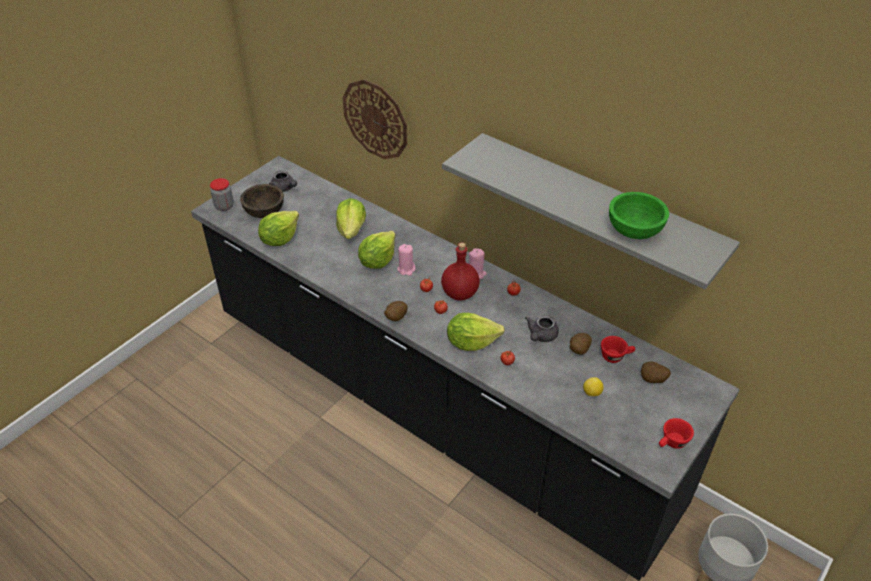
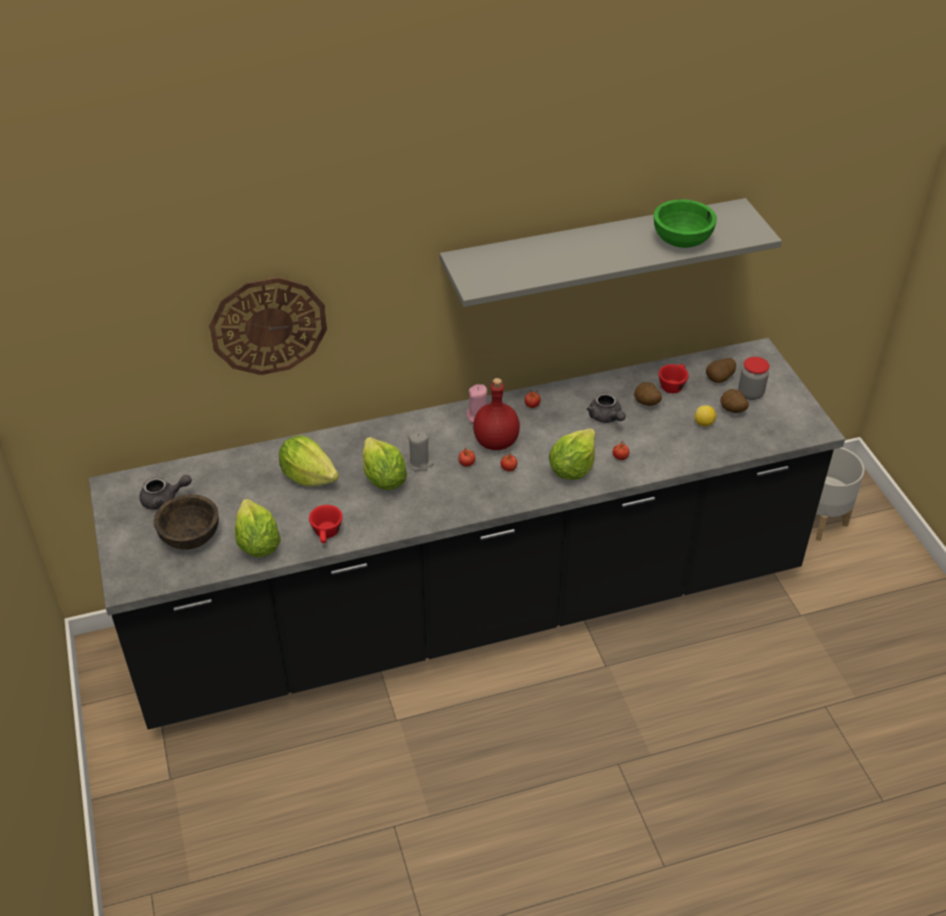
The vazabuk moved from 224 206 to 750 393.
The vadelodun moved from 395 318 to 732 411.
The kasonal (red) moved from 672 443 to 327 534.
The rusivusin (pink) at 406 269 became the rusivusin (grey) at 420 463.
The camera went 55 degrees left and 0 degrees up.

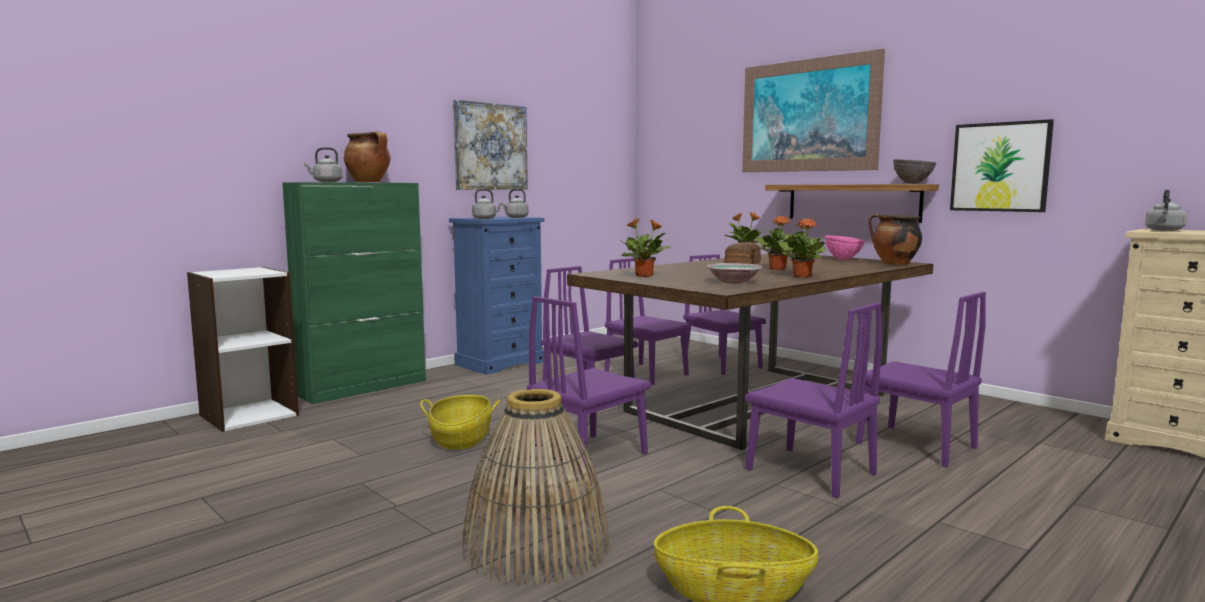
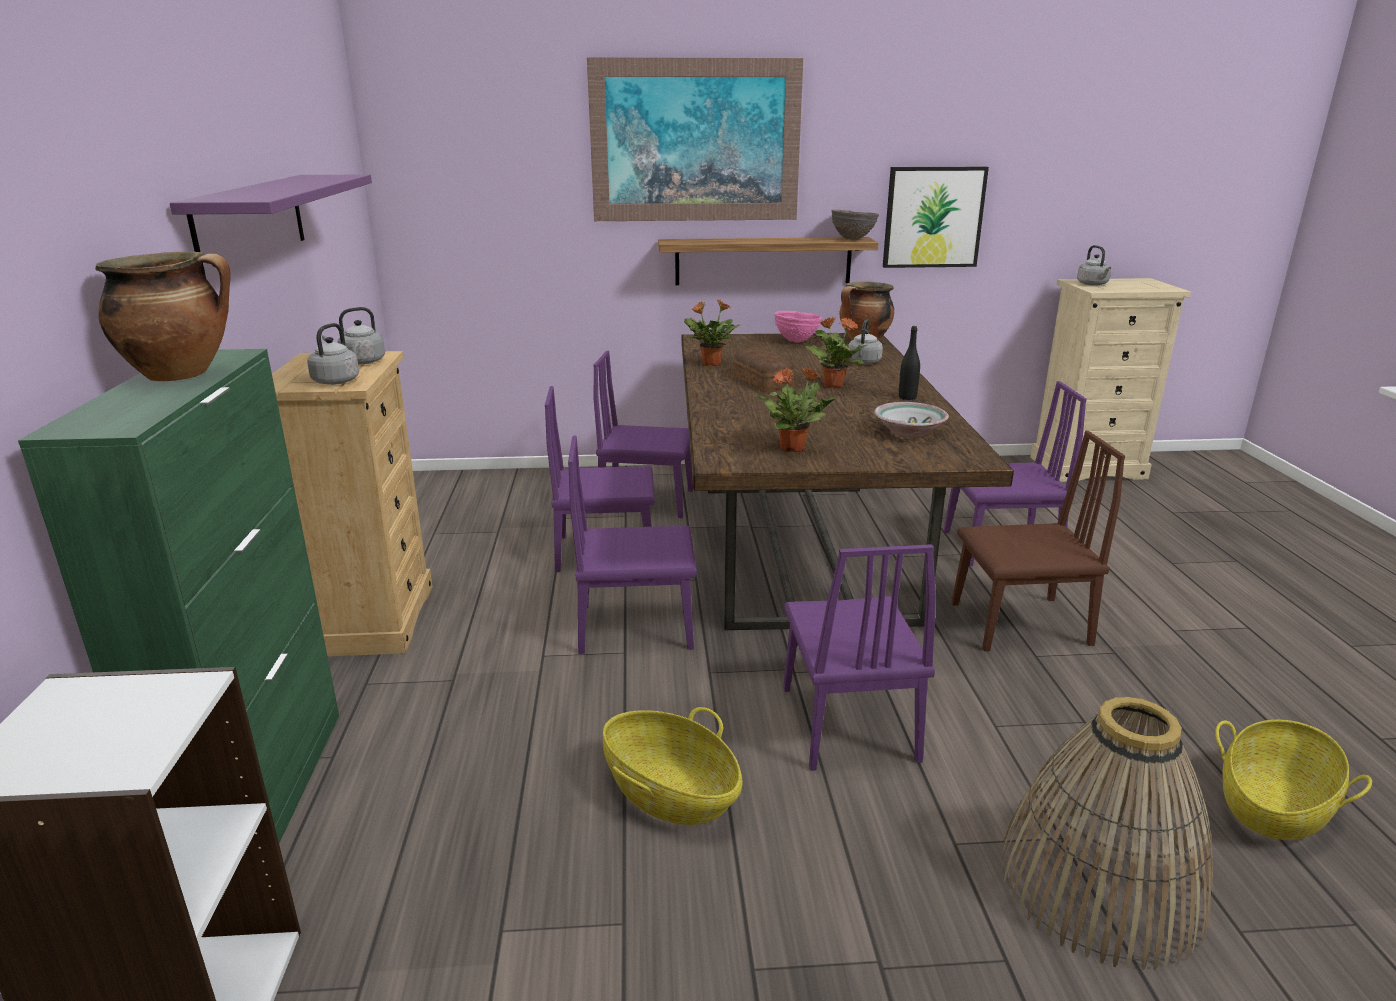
The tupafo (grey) moved from 326 182 to 863 362.
The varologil at 490 146 was replaced by the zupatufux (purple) at 251 222.
The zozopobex at 802 276 was replaced by the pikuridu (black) at 907 397.
The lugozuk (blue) at 500 363 became the lugozuk (beige) at 371 619.
The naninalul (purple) at 810 471 became the naninalul (brown) at 1019 623.
The camera went 50 degrees left and 15 degrees up.

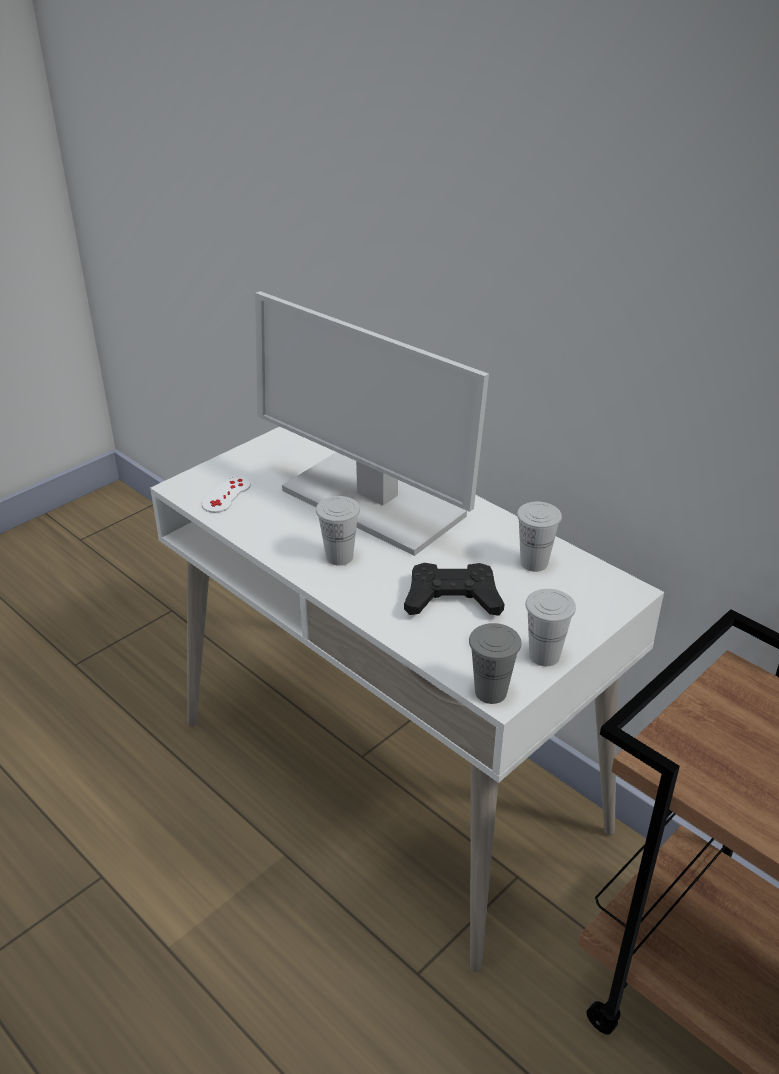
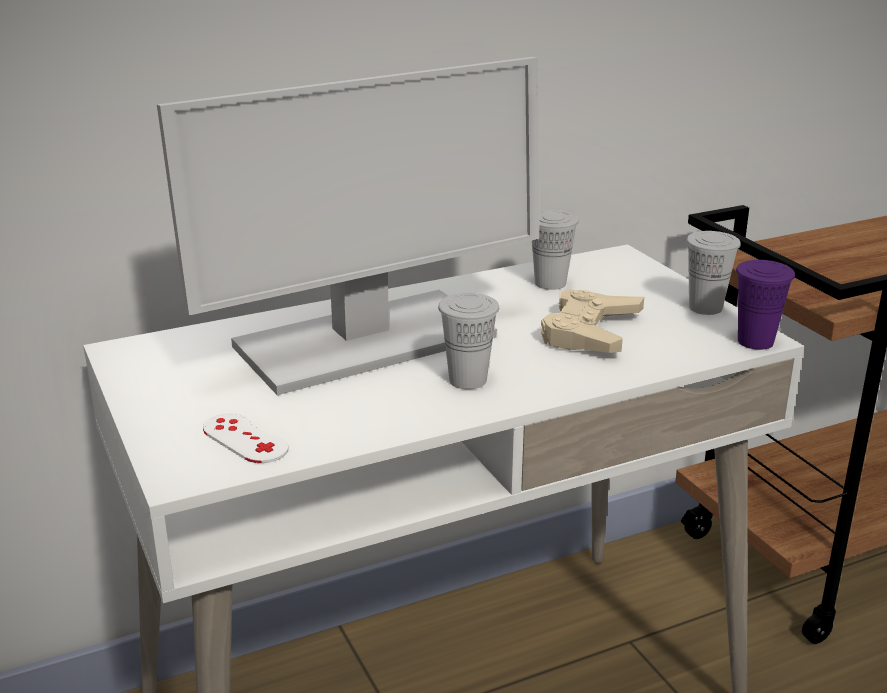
The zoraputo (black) at 452 598 became the zoraputo (beige) at 590 332.
The kasonal (grey) at 490 692 became the kasonal (purple) at 755 341.
The camera went 70 degrees left and 10 degrees down.

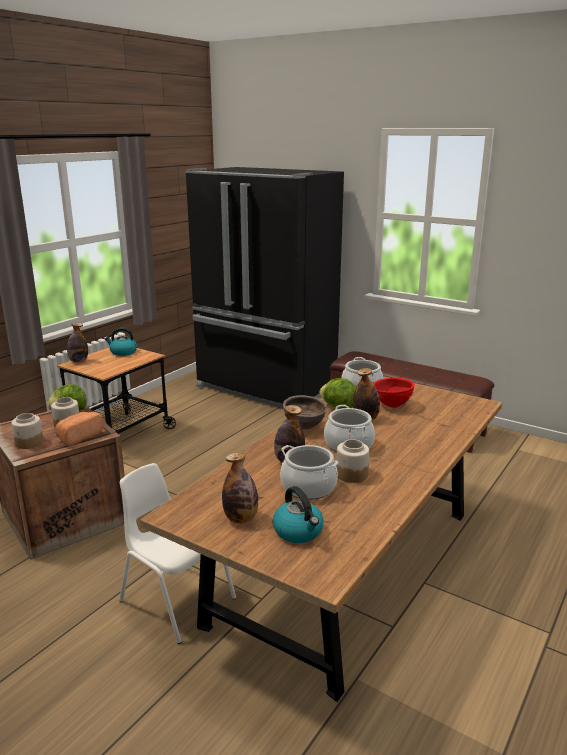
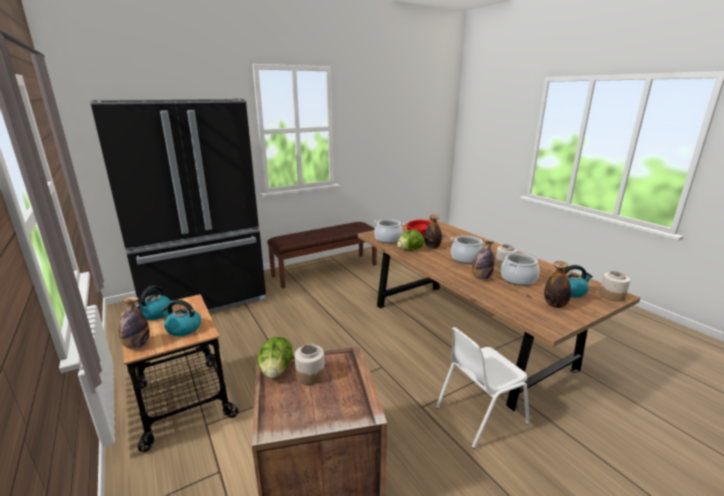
The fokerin at 78 437 disappeared.
The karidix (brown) at 304 428 disappeared.
The tupafo at 183 328 appeared.
The vazabuk moved from 29 443 to 612 296.
The camera went 65 degrees left and 0 degrees up.

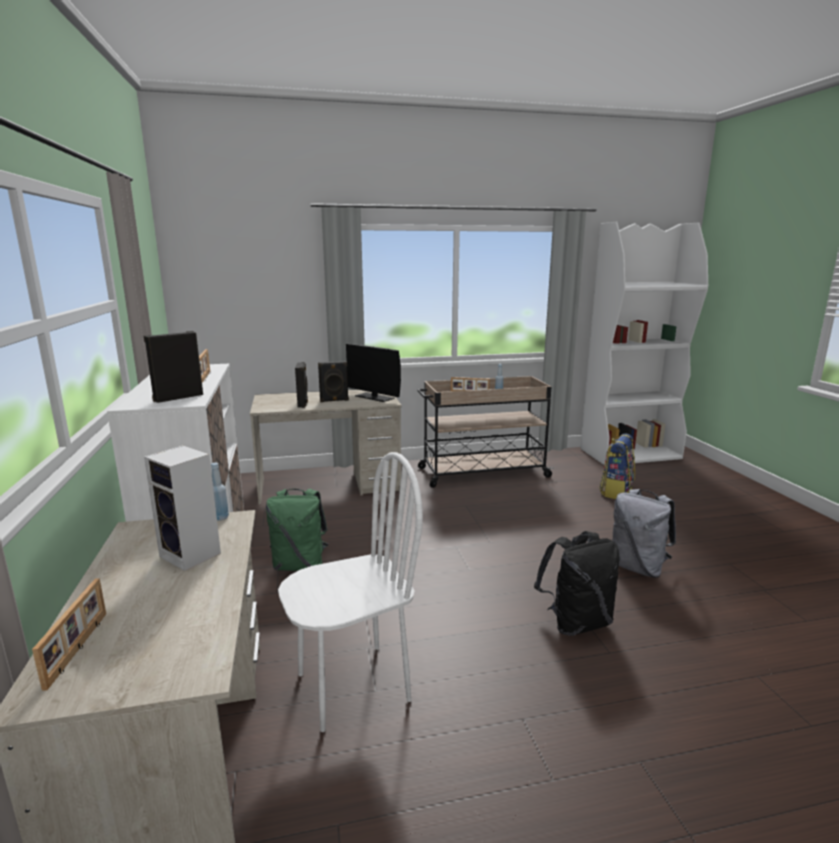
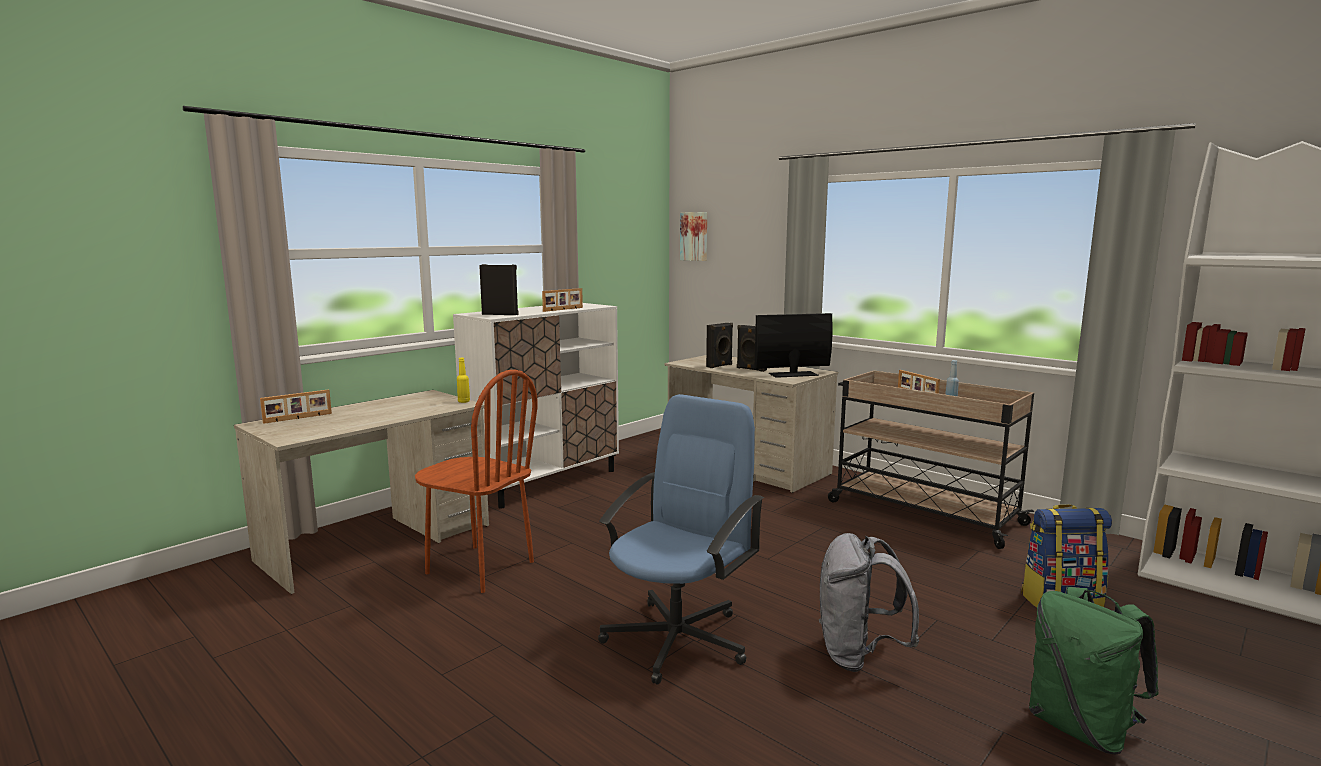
The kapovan at 192 555 disappeared.
The varologil at 694 236 appeared.
The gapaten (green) moved from 300 565 to 1082 728.
The gapaten (black) at 576 622 was replaced by the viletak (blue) at 678 639.
The pikuridu (blue) at 220 517 became the pikuridu (yellow) at 464 401.
The naninalul (white) at 353 686 became the naninalul (brown) at 479 568.
The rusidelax at 374 397 turned 75 degrees clockwise.
The camera went 55 degrees right and 5 degrees down.

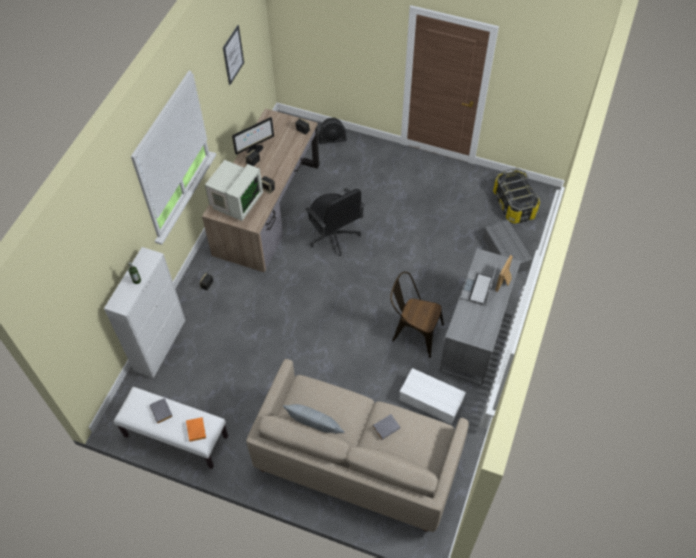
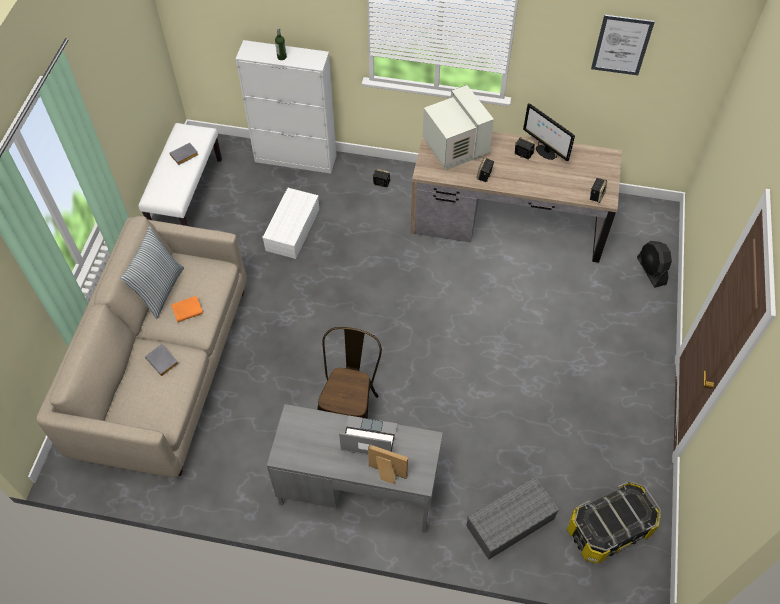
The viletak (black) at 334 235 disappeared.
The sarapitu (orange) moved from 195 430 to 188 309.
The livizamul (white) moved from 430 400 to 292 228.
The rusidelax at 235 202 turned 135 degrees counterclockwise.
The camera went 80 degrees right and 0 degrees up.

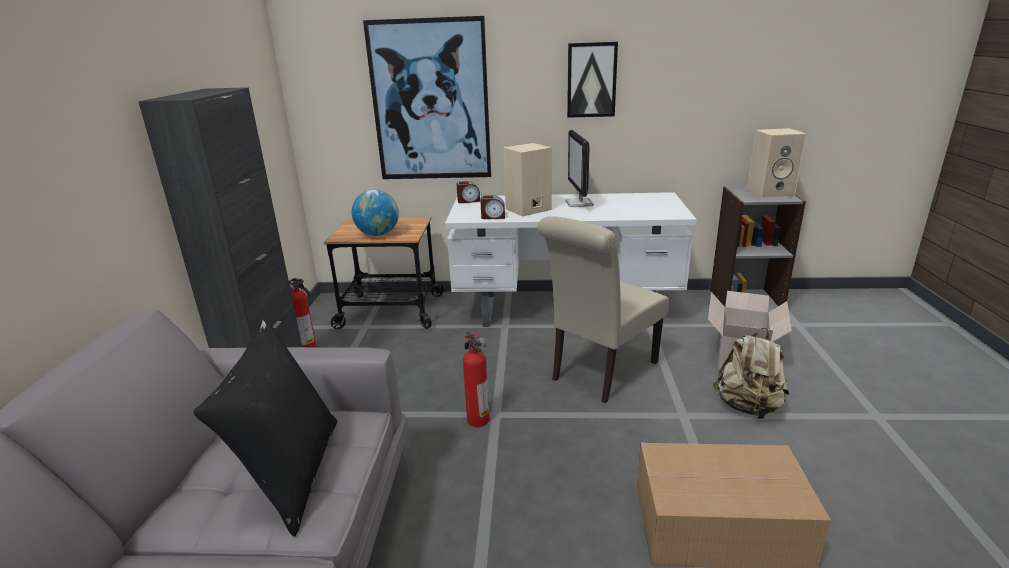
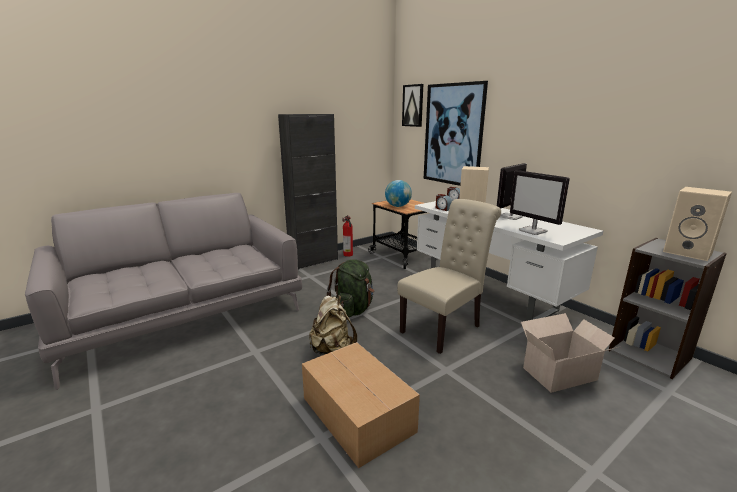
The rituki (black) at 292 473 disappeared.
The rusidelax at 533 231 appeared.
The varologil moved from 591 80 to 413 105.
The gapaten (beige) moved from 748 407 to 332 350.
The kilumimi at 477 418 was replaced by the gapaten (green) at 353 309.
The naninalul (beige) at 600 373 turned 135 degrees clockwise.
The camera went 50 degrees right and 5 degrees down.

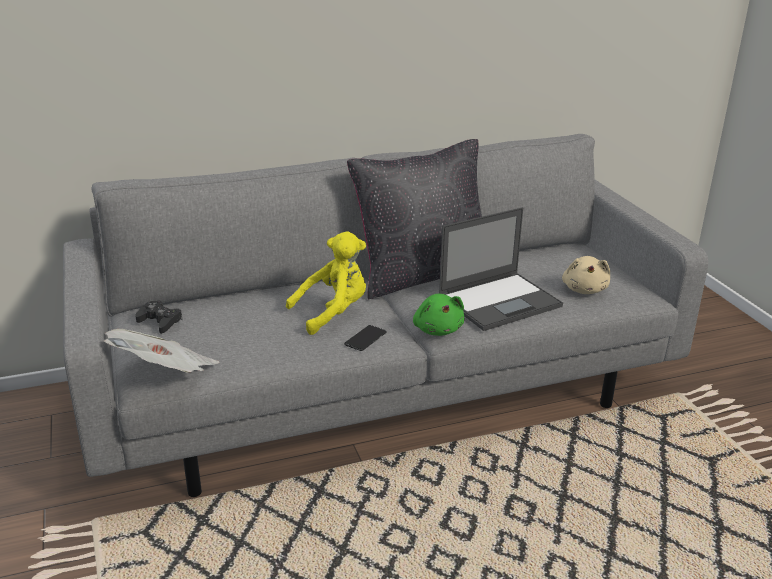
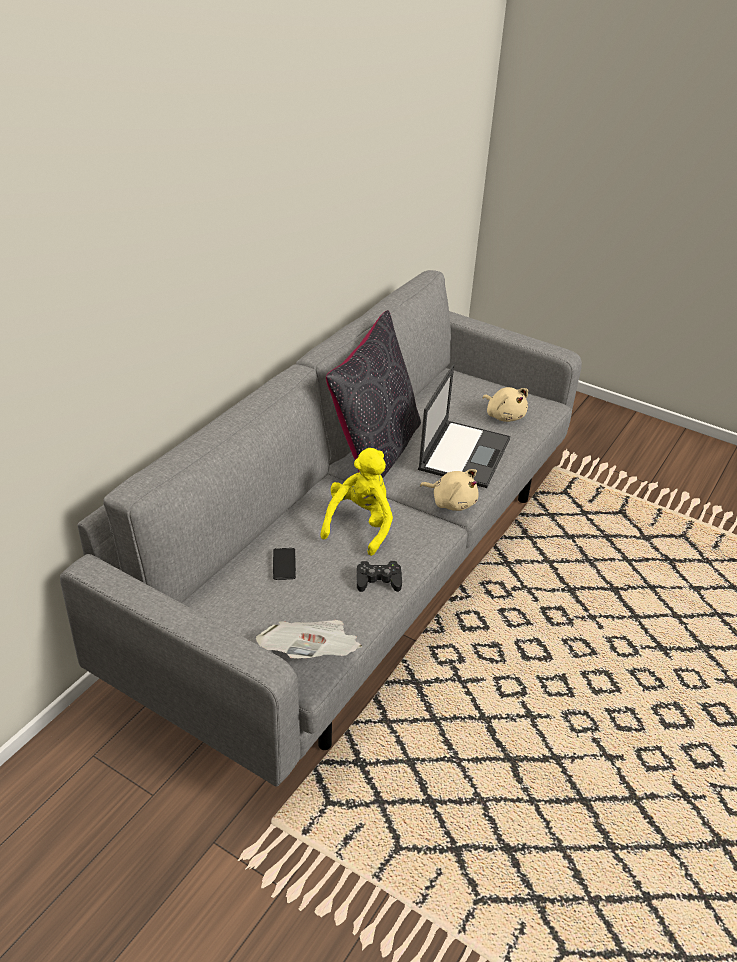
The zoraputo (black) moved from 160 321 to 378 580.
The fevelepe moved from 365 338 to 284 564.
The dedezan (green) at 437 329 became the dedezan (beige) at 451 502.
The camera went 40 degrees left and 10 degrees up.

